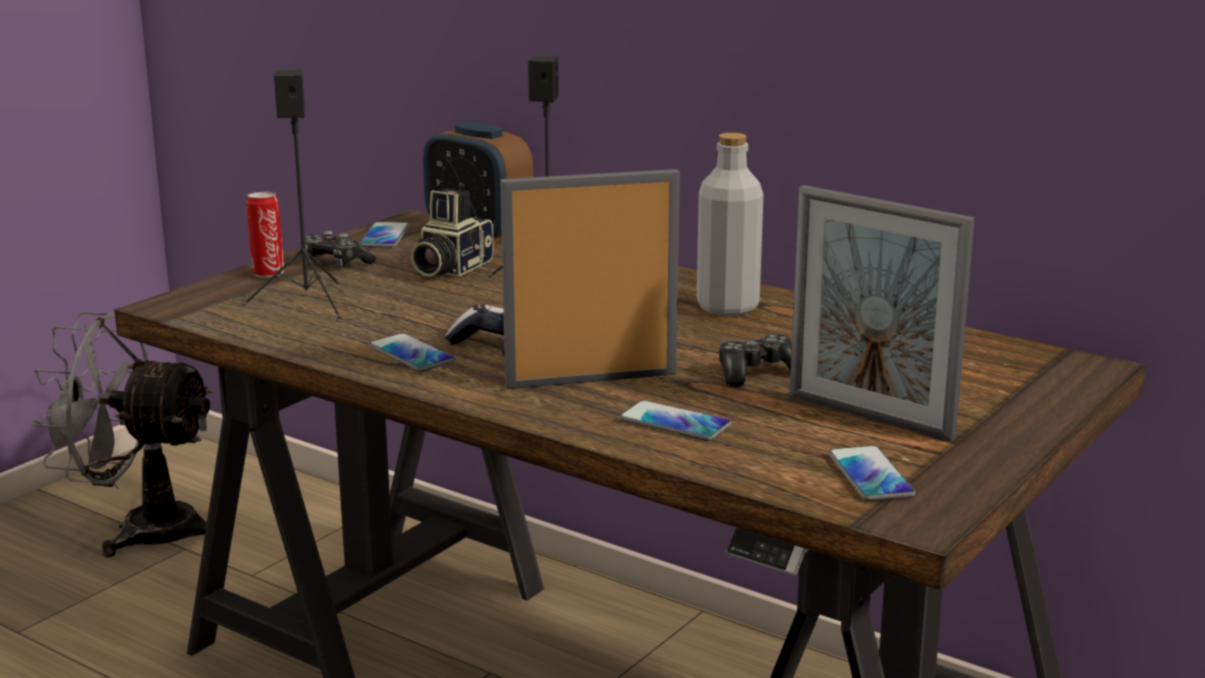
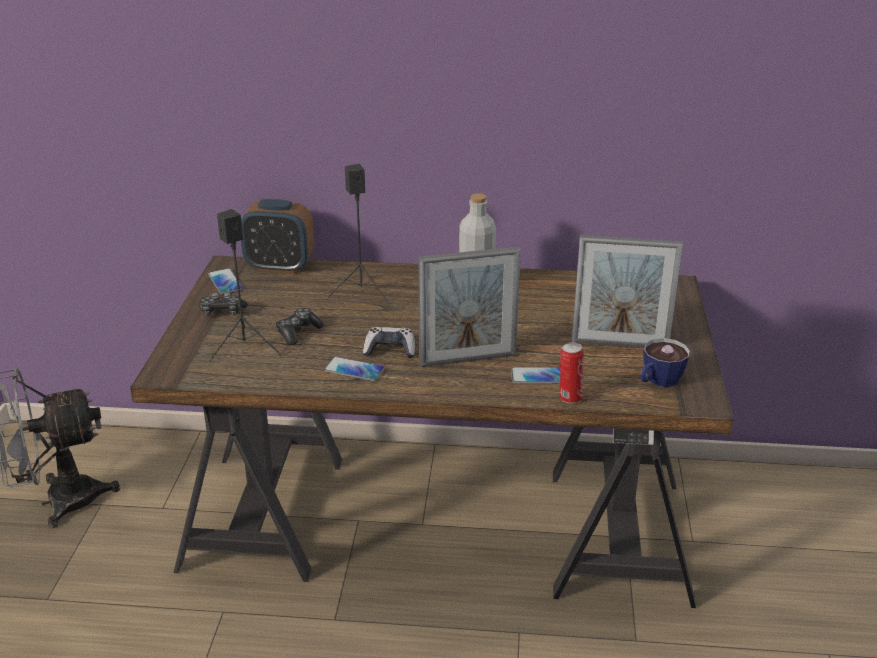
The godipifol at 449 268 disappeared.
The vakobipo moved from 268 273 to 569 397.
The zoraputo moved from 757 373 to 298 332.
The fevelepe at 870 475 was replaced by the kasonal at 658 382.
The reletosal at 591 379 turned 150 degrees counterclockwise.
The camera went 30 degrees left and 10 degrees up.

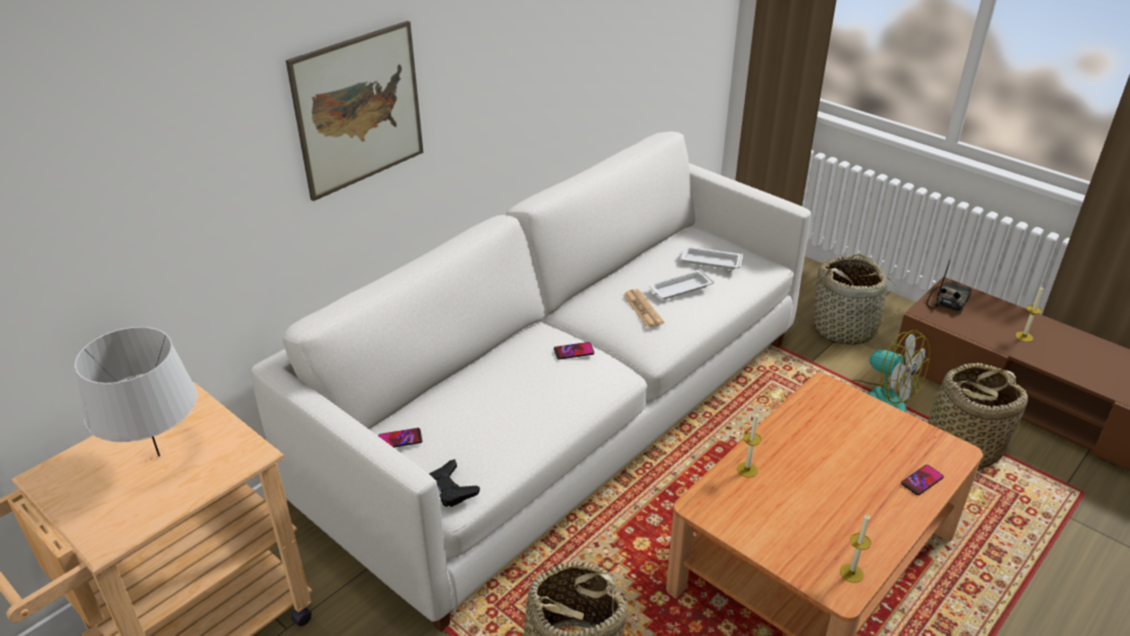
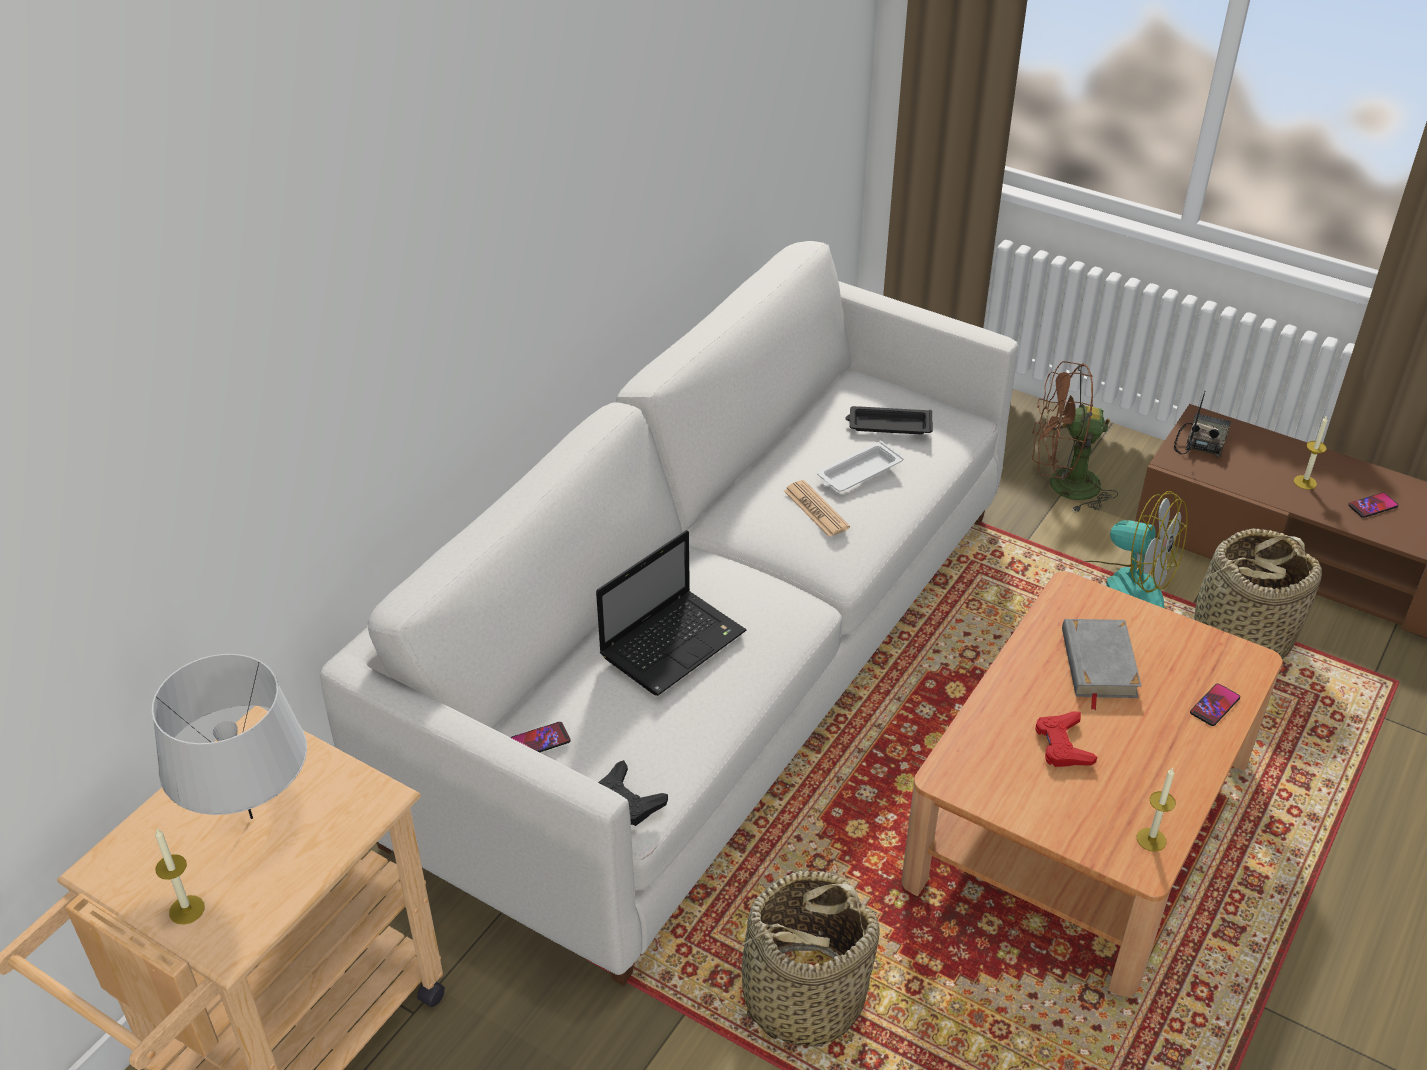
The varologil at 359 110 disappeared.
The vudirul at 674 642 appeared.
The zoraputo (red) at 1063 745 appeared.
The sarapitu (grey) at 1098 664 appeared.
The fevelepe moved from 573 351 to 1372 506.
The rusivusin moved from 747 469 to 187 909.
The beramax at 844 328 was replaced by the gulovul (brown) at 1062 486.
The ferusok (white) at 710 261 became the ferusok (black) at 888 425.
The camera went 10 degrees left and 5 degrees up.

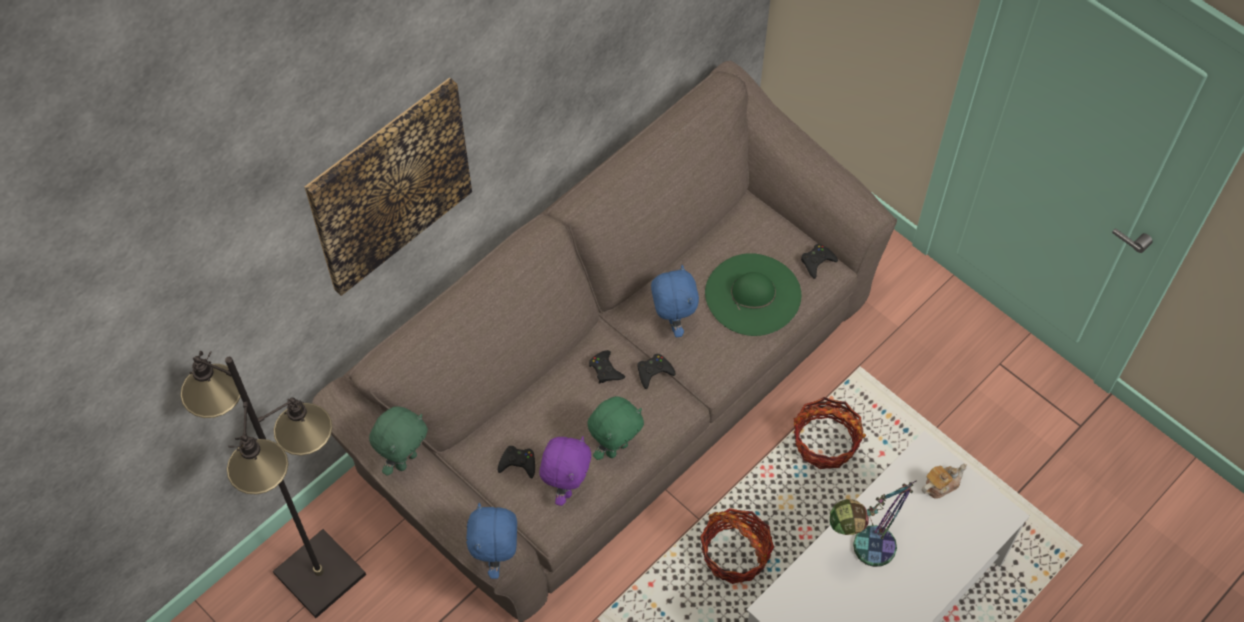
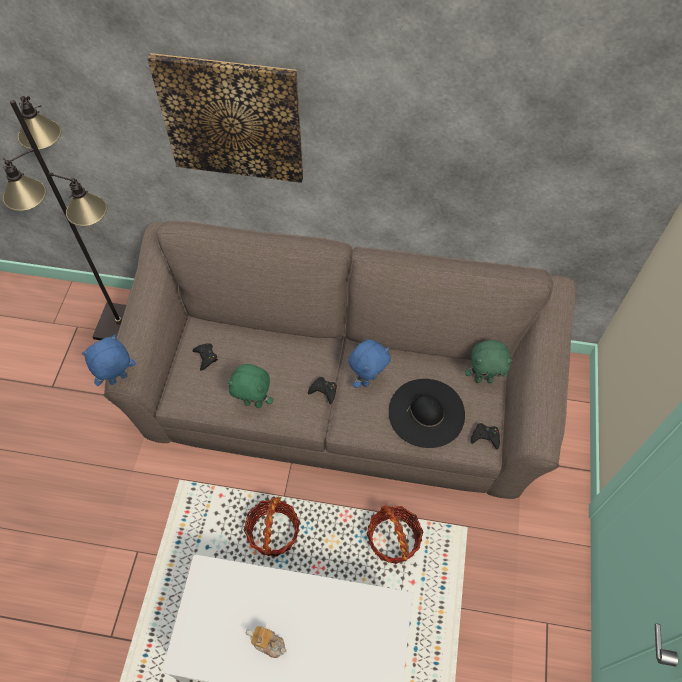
The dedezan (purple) at 566 487 disappeared.
The zoraputo (black) at 605 370 disappeared.
The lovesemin at 861 550 disappeared.
The dedezan (green) moved from 405 460 to 484 379.
The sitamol moved from 940 485 to 268 643.
The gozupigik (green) at 753 294 became the gozupigik (black) at 426 413.
The camera went 55 degrees right and 0 degrees up.

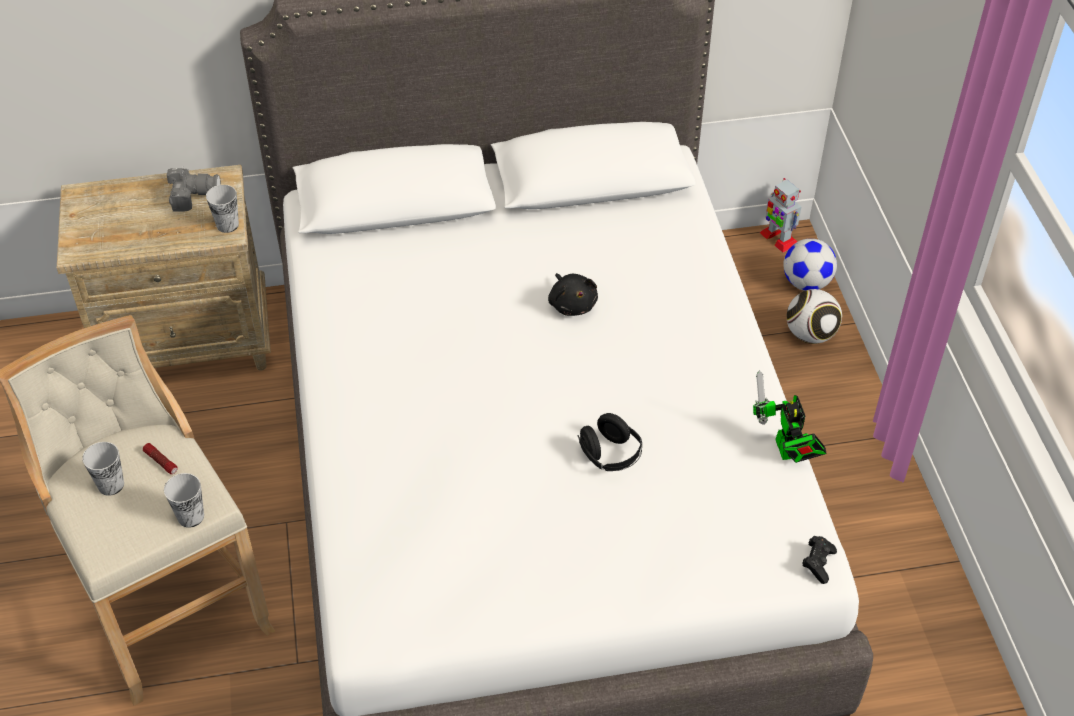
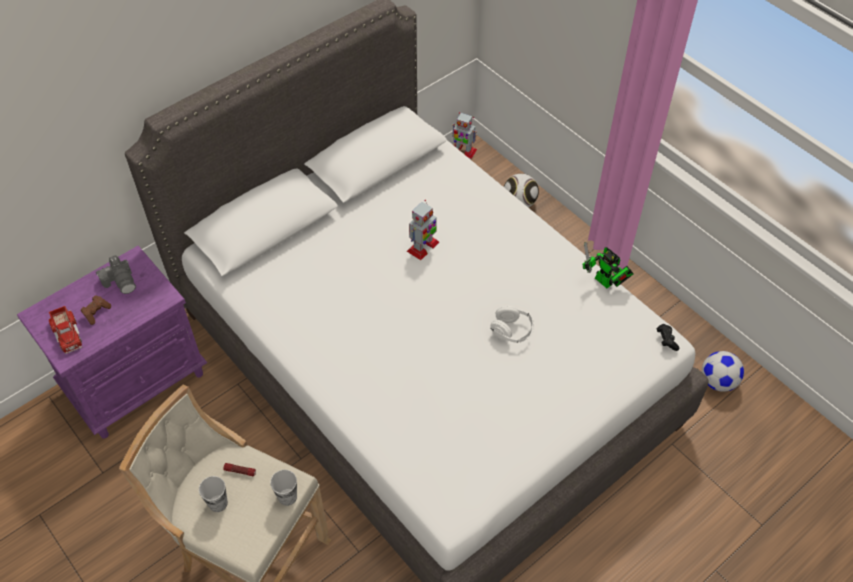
The kasonal at 227 225 disappeared.
The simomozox at 67 334 appeared.
The zoraputo (brown) at 96 312 appeared.
The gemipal moved from 806 283 to 717 381.
The dedezan (black) at 572 304 was replaced by the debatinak at 423 247.
The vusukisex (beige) at 188 342 became the vusukisex (purple) at 136 380.
The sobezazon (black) at 610 455 became the sobezazon (white) at 512 331.
The godipifol at 192 195 turned 90 degrees clockwise.
The camera went 30 degrees left and 5 degrees up.

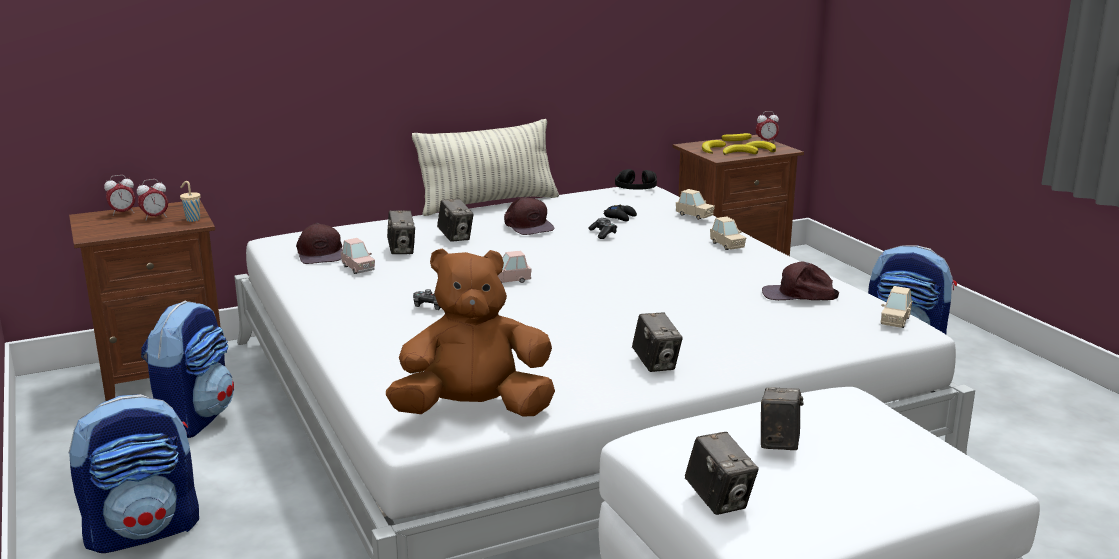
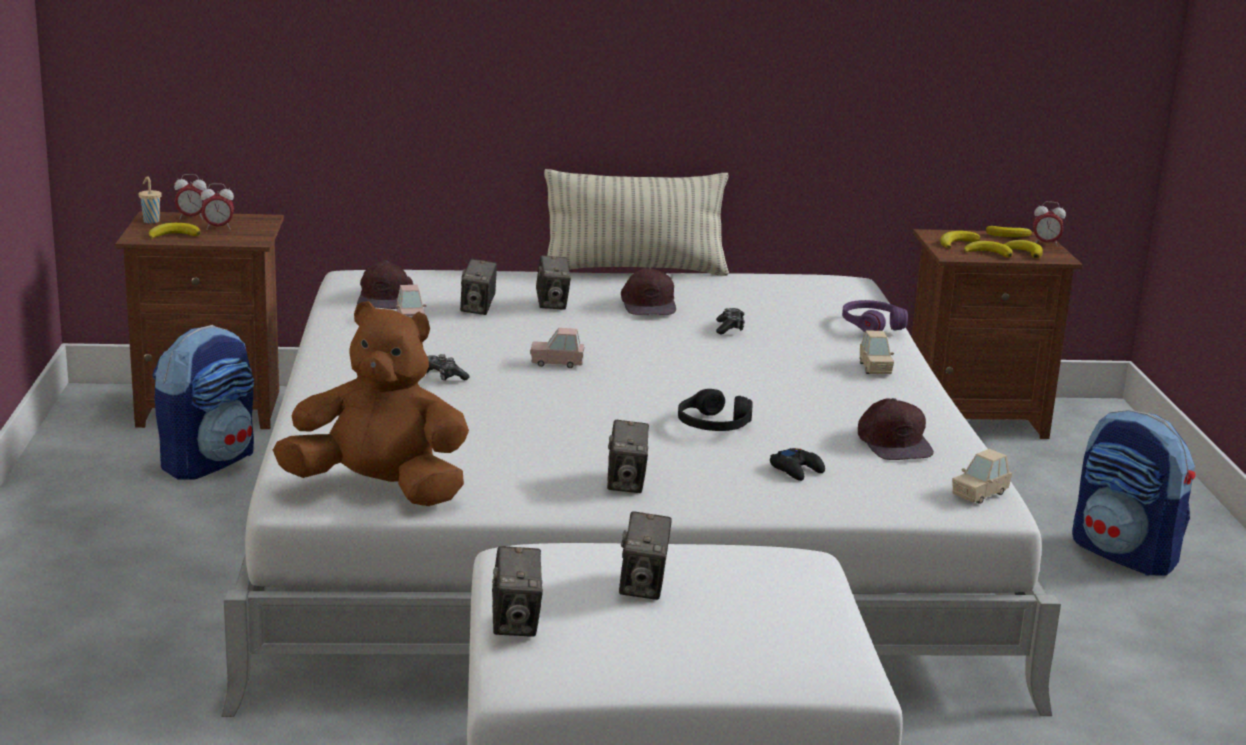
The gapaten at 144 531 disappeared.
The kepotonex at 174 235 appeared.
The kasonal (beige) moved from 192 219 to 151 221.
The zoraputo (black) moved from 620 217 to 797 470.
The sobezazon (black) moved from 635 189 to 713 425.
The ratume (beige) at 694 215 was replaced by the sobezazon (purple) at 872 325.
The godipifol at 778 444 turned 150 degrees clockwise.
The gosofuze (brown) at 799 295 turned 135 degrees counterclockwise.
The camera went 20 degrees right and 0 degrees up.

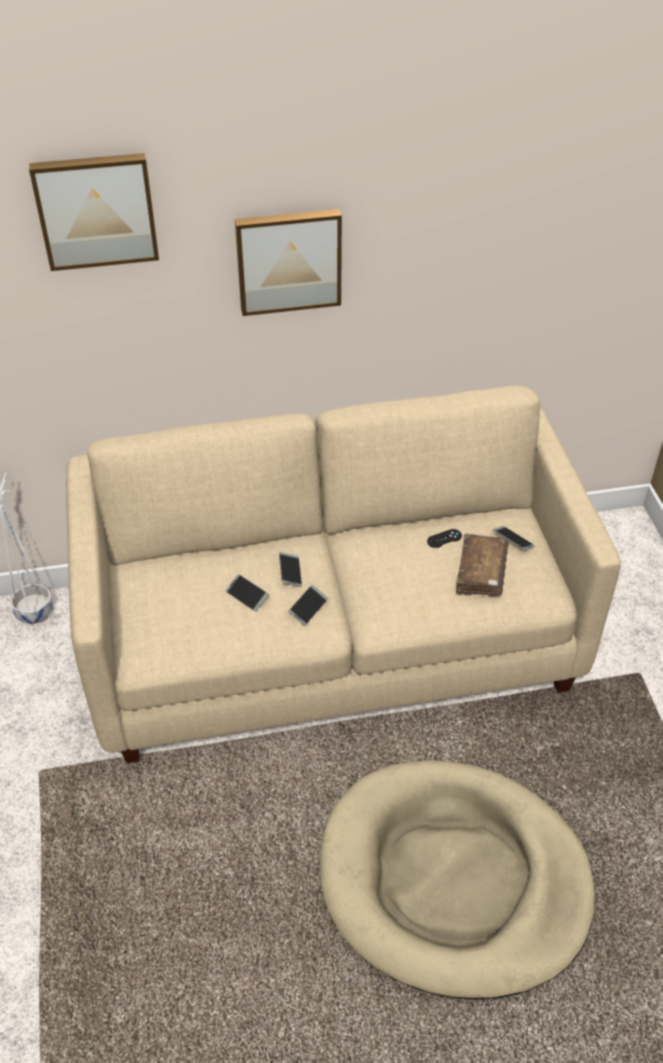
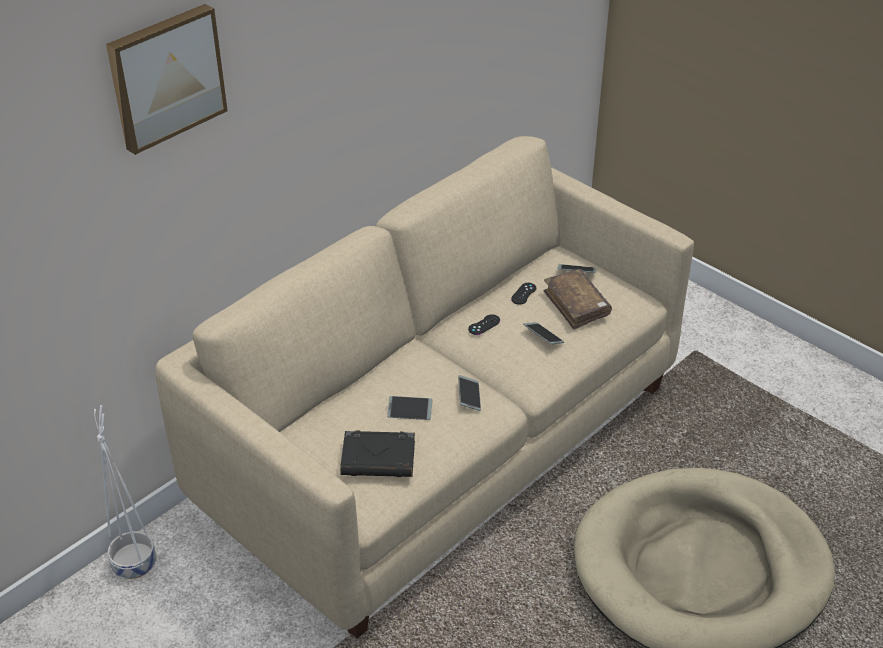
The varologil at 288 260 disappeared.
The sarapitu (black) at 379 458 appeared.
The zoraputo (black) at 484 325 appeared.
The fevelepe moved from 290 572 to 543 336.
The camera went 35 degrees left and 5 degrees down.

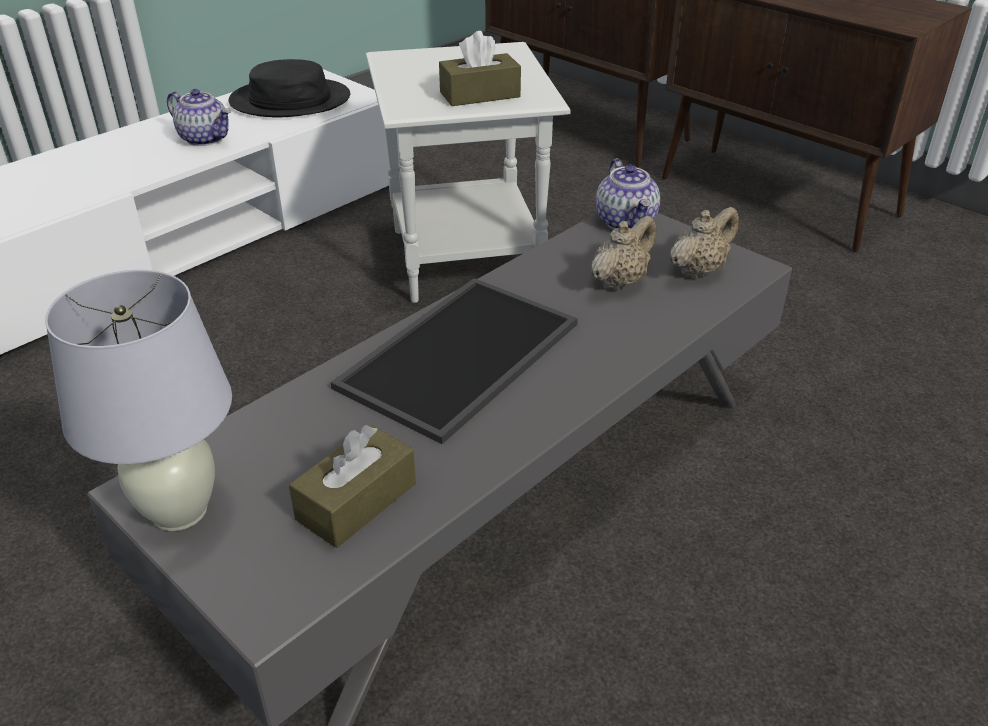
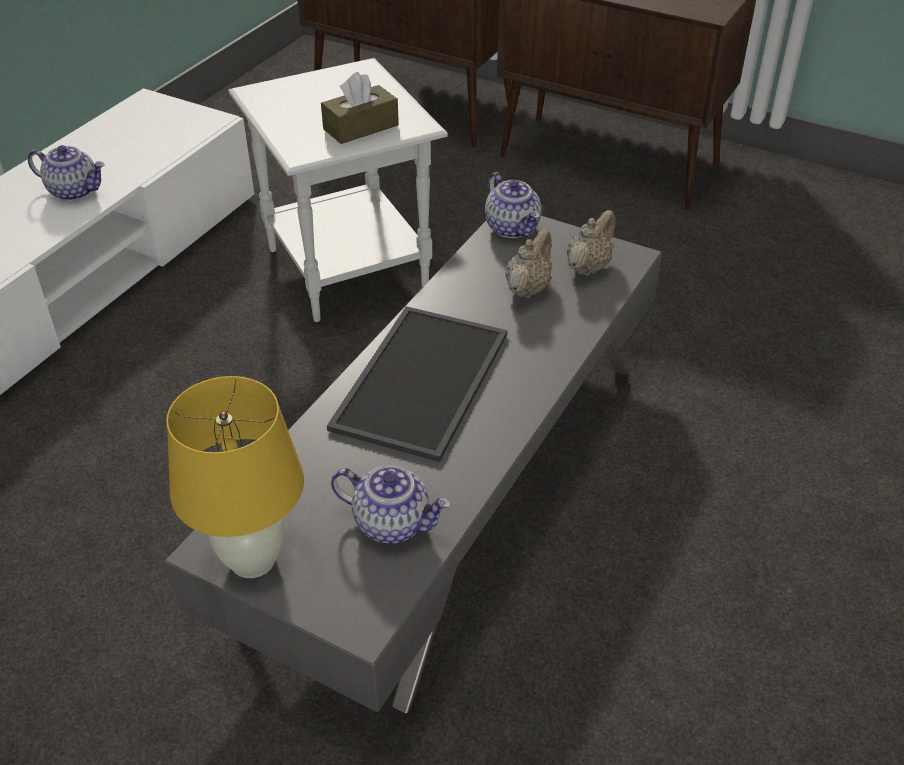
The gozupigik (black) at 290 100 disappeared.
The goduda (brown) at 356 501 was replaced by the sitamol at 393 523.
The lovesemin (white) at 179 511 became the lovesemin (yellow) at 252 560.
The camera went 15 degrees left and 5 degrees up.

